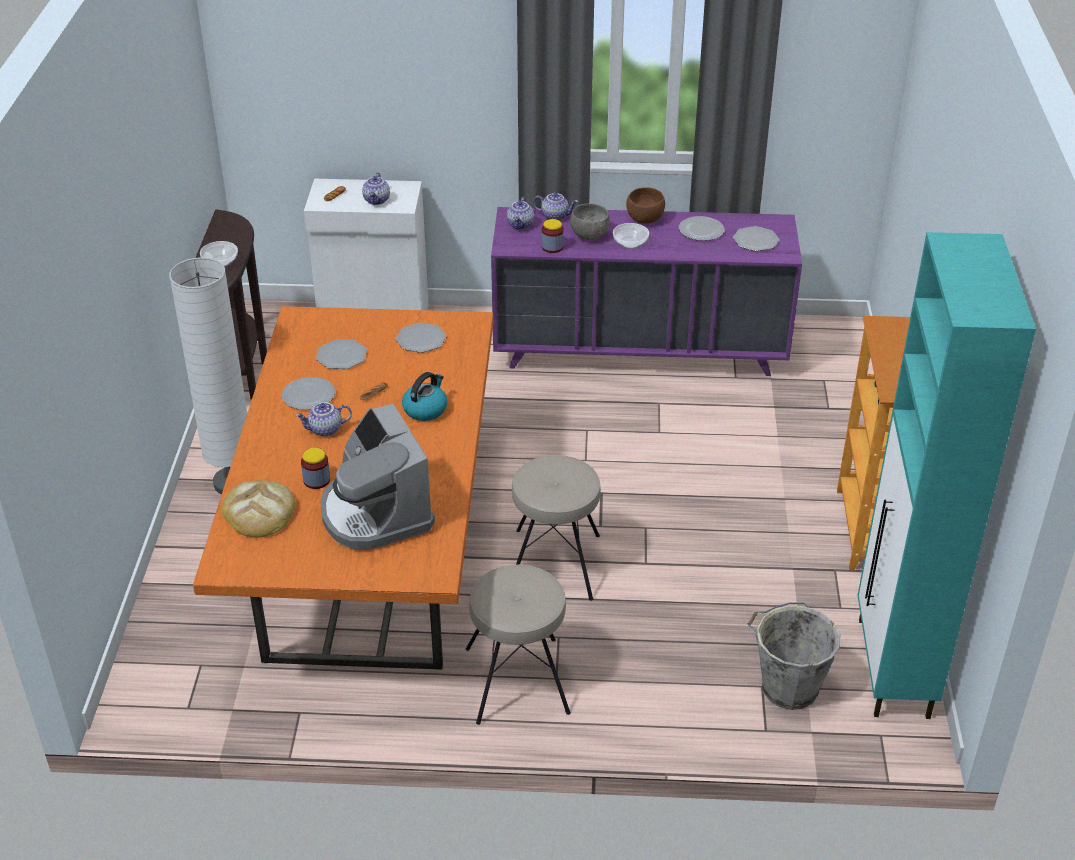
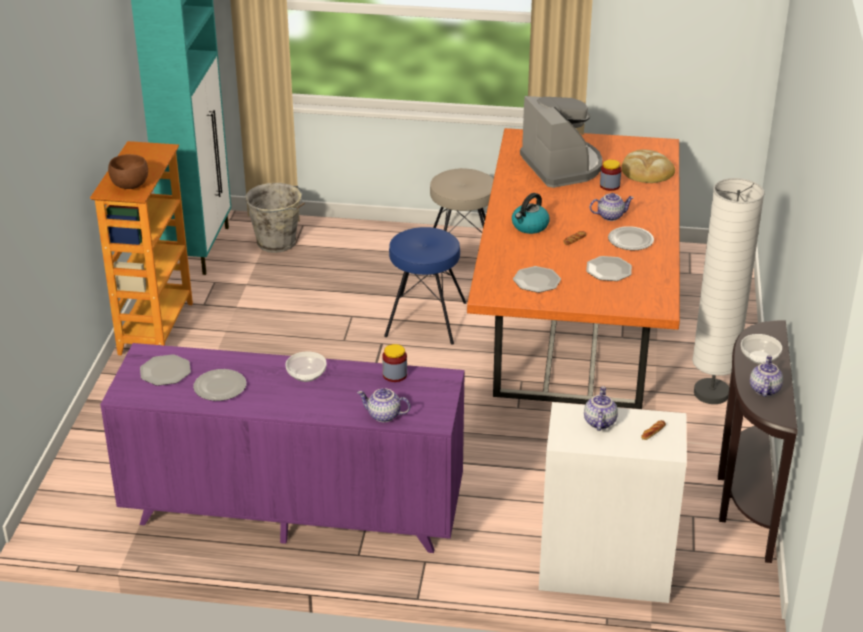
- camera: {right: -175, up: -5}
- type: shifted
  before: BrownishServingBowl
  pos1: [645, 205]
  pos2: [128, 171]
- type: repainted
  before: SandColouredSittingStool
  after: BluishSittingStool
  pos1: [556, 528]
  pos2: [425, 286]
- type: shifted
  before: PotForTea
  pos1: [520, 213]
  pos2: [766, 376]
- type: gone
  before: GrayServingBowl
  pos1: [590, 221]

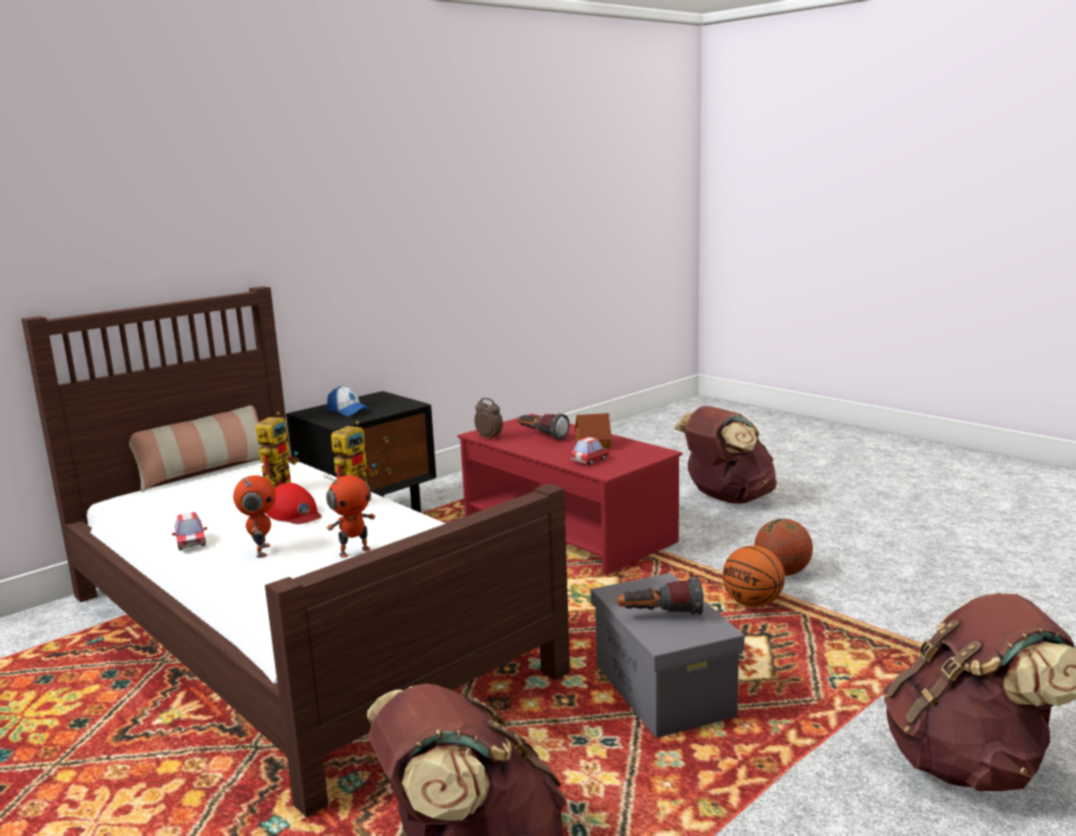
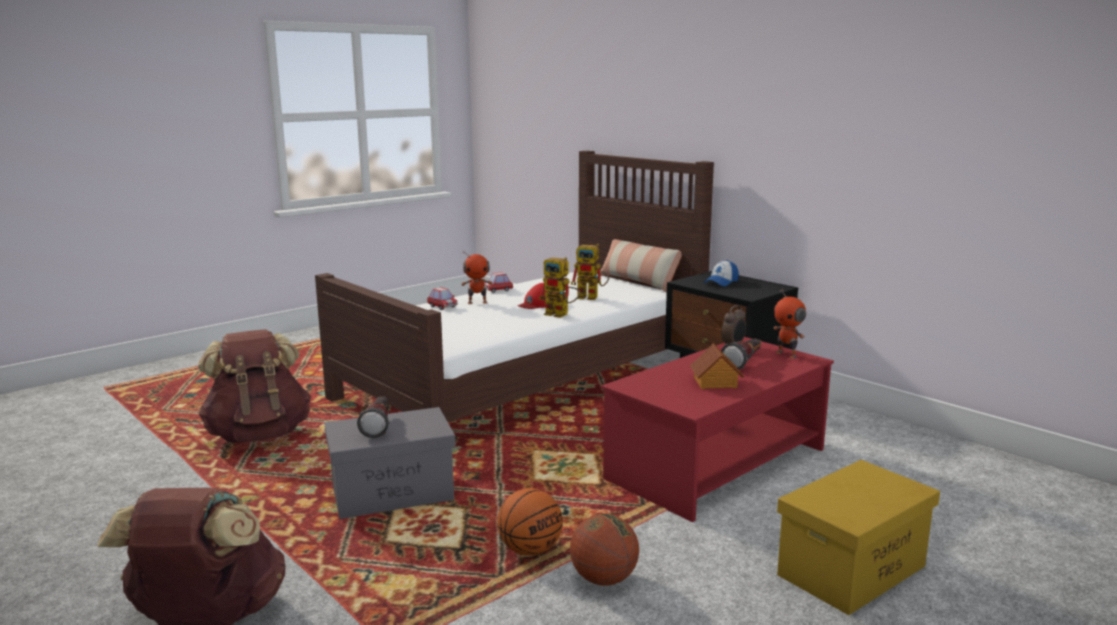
- camera: {right: 90, up: 0}
- type: shifted
  before: ToyCar
  pos1: [589, 451]
  pos2: [442, 298]
- type: shifted
  before: RobotFigure
  pos1: [349, 515]
  pos2: [789, 324]
- type: swapped
  before: BrownishBackpack
  after: YellowStorageBin
  pos1: [725, 455]
  pos2: [858, 537]

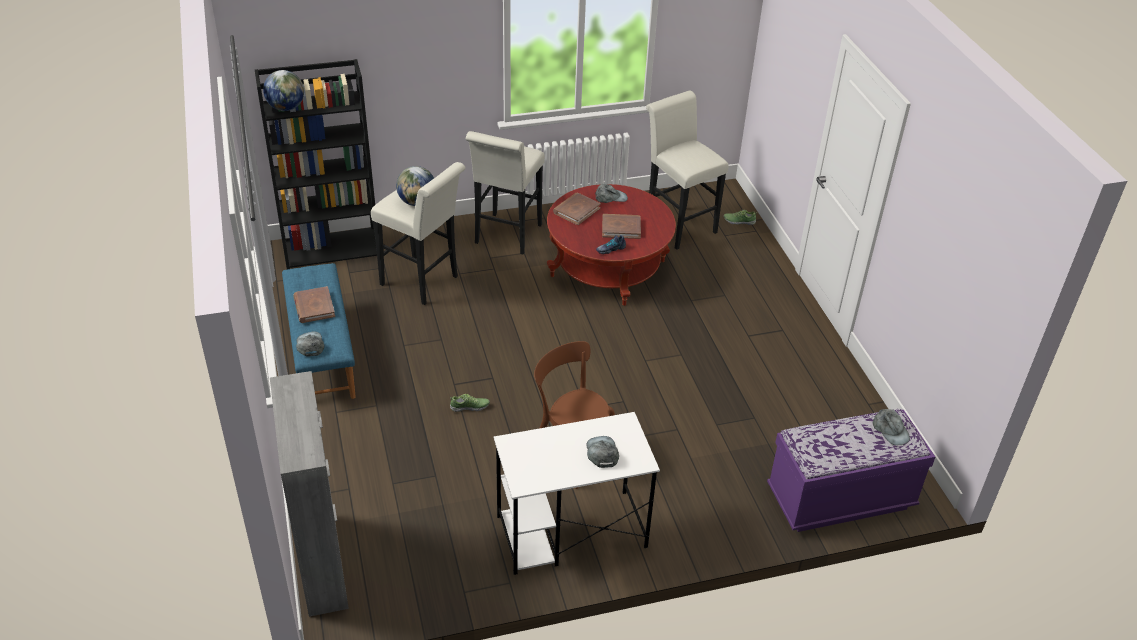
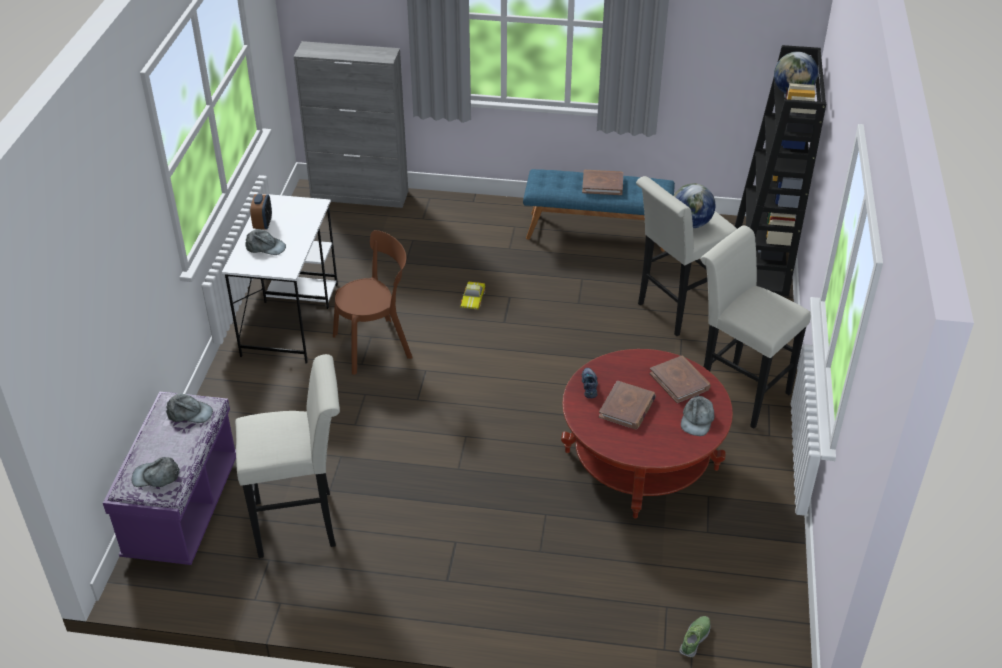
- camera: {right: 115, up: 0}
- type: shifted
  before: GrayCap
  pos1: [310, 344]
  pos2: [189, 408]
- type: shifted
  before: WhiteSittingStool
  pos1: [687, 170]
  pos2: [287, 456]
- type: new
  after: BedsideClock
  pos2: [261, 212]
- type: swapped
  before: Shoe
  after: ToyCar
  pos1: [470, 403]
  pos2: [472, 295]

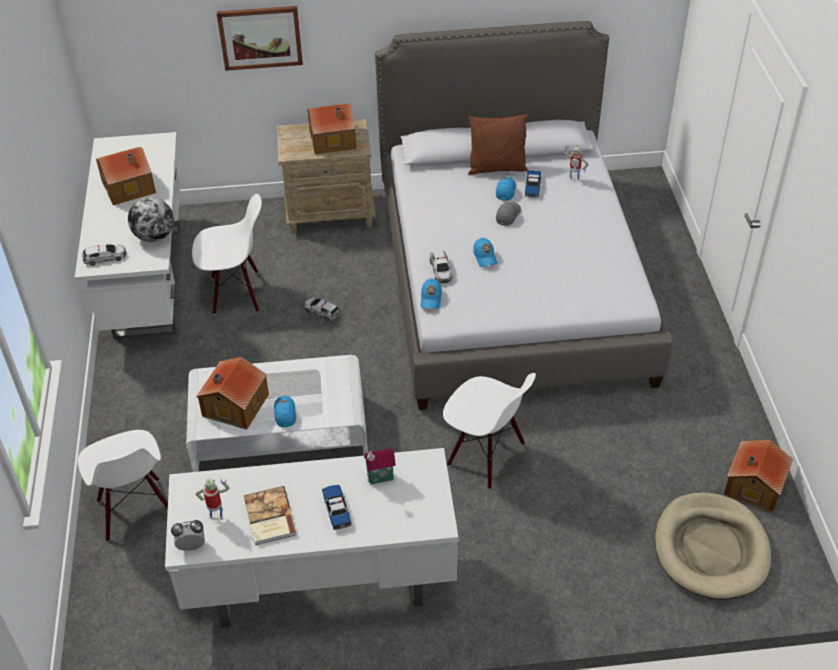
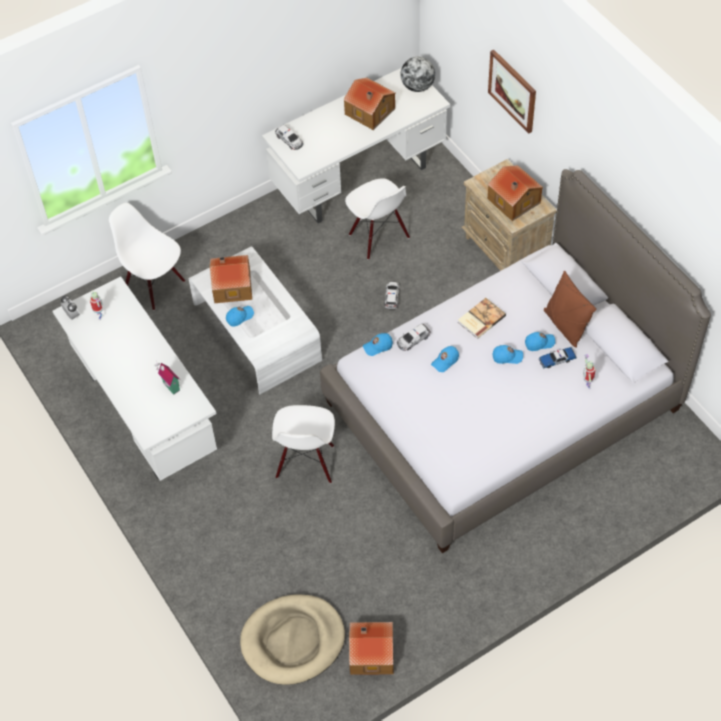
- camera: {right: 65, up: 10}
- type: rotated
  before: WhiteUprightChair
  pos1: [123, 486]
  pos2: [147, 256]
  turn: 90
- type: shifted
  before: DeskGlobe
  pos1: [151, 219]
  pos2: [418, 74]
- type: shifted
  before: BoundBook
  pos1: [270, 515]
  pos2: [482, 318]
- type: repainted
  before: GrayCap
  after: BluishCap
  pos1: [508, 214]
  pos2: [507, 354]
- type: gone
  before: ToyCar
  pos1: [337, 507]

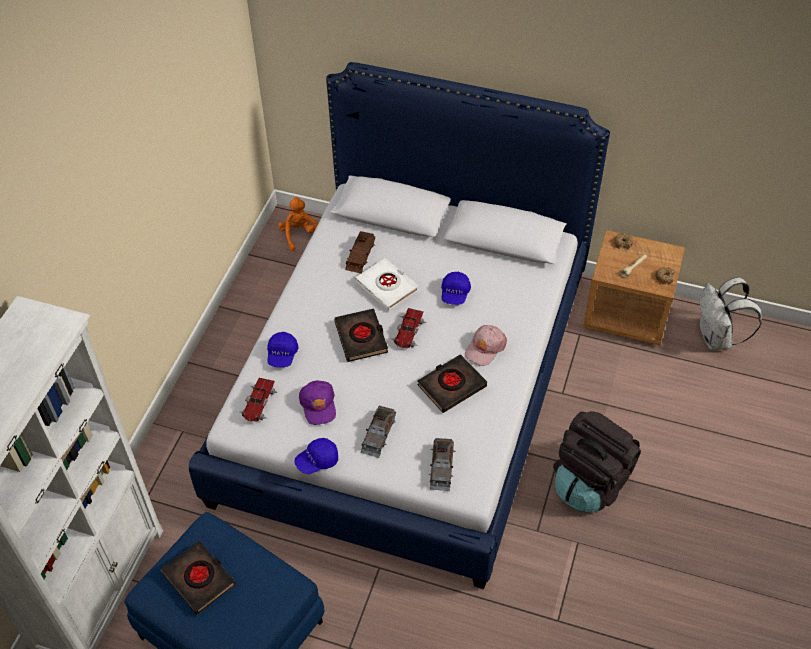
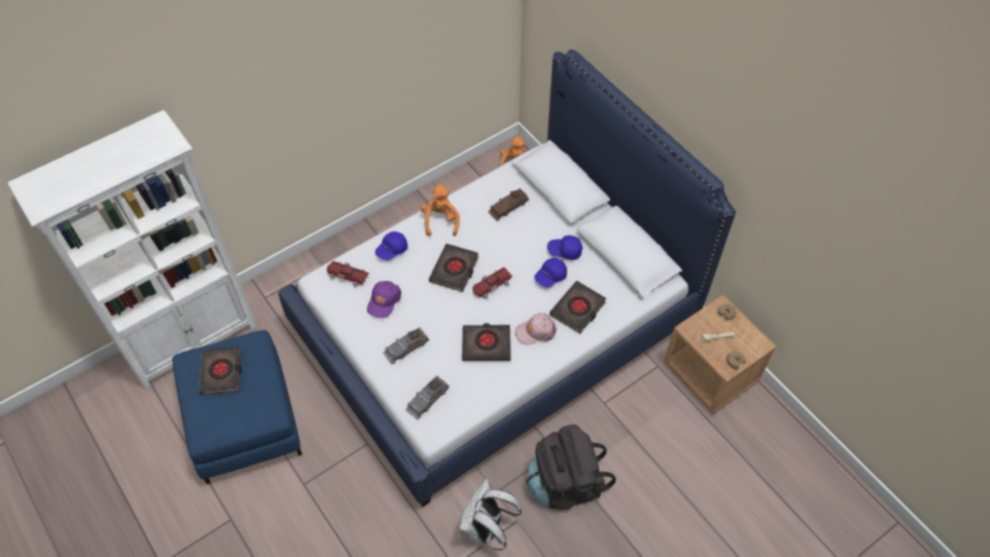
- camera: {right: 35, up: 5}
- type: rotated
  before: ToyCar
  pos1: [259, 400]
  pos2: [348, 274]
  turn: 60
- type: new
  after: OrangeColouredCuddlyToy
  pos2: [440, 210]
- type: shifted
  before: WhiteBackpack
  pos1: [730, 313]
  pos2: [490, 514]
- type: shifted
  before: BluishCap
  pos1: [316, 456]
  pos2: [565, 247]
- type: new
  after: BlackishBoundBook
  pos2: [578, 307]
- type: gone
  before: WhiteBoundBook
  pos1: [387, 284]

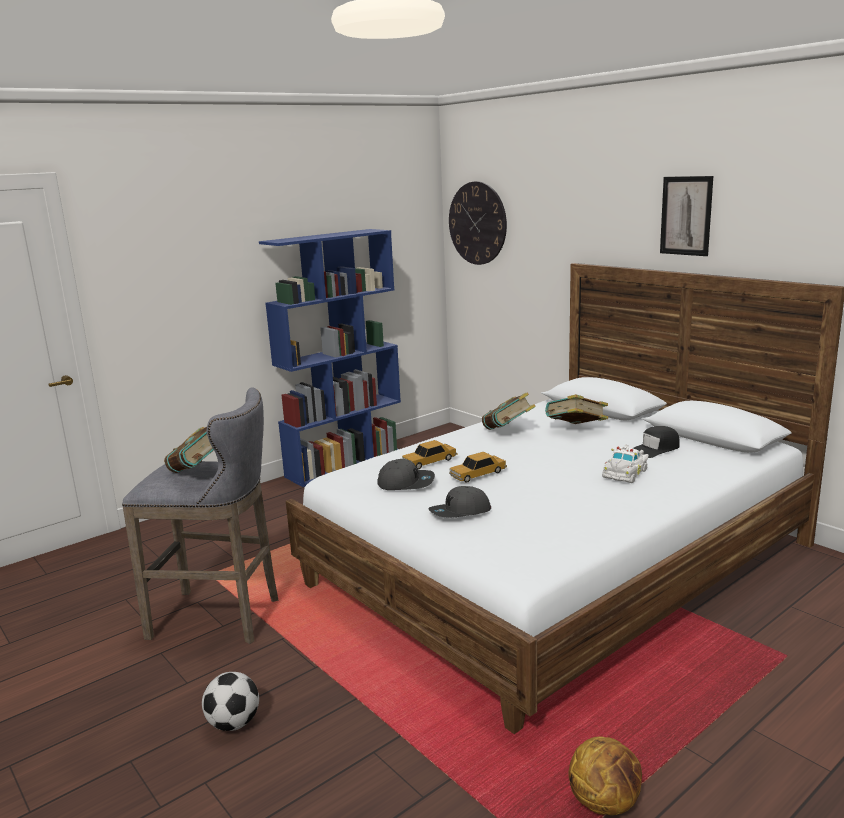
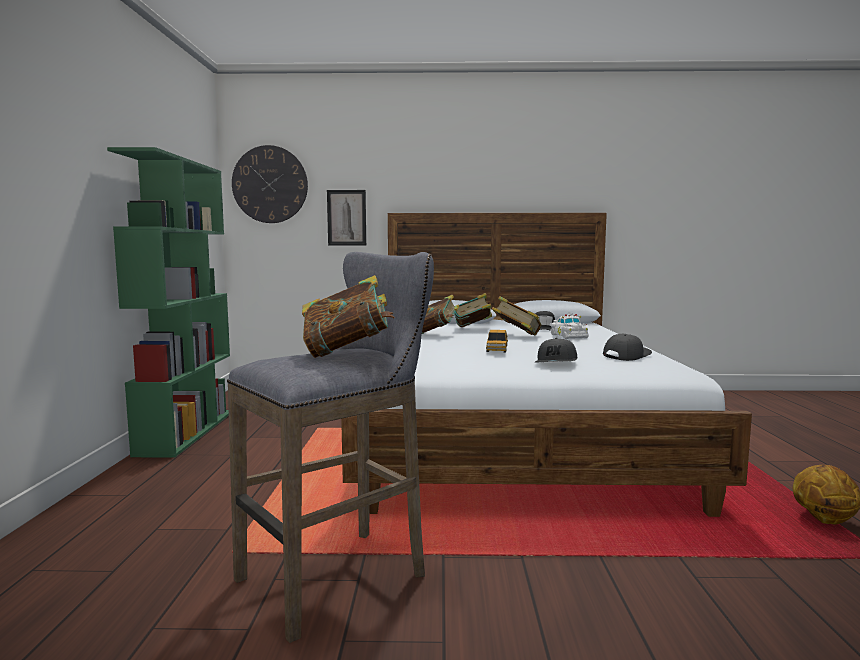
- camera: {right: -50, up: -10}
- type: repainted
  before: BluishBookshelf
  after: GreenBookshelf
  pos1: [330, 358]
  pos2: [168, 302]
- type: shifted
  before: WallArt
  pos1: [686, 216]
  pos2: [346, 218]
- type: new
  after: BoundBook
  pos2: [516, 316]
- type: shifted
  before: GrayCap
  pos1: [406, 474]
  pos2: [627, 347]
- type: gone
  before: Football
  pos1: [230, 701]
- type: gone
  before: ToyCar
  pos1: [429, 455]

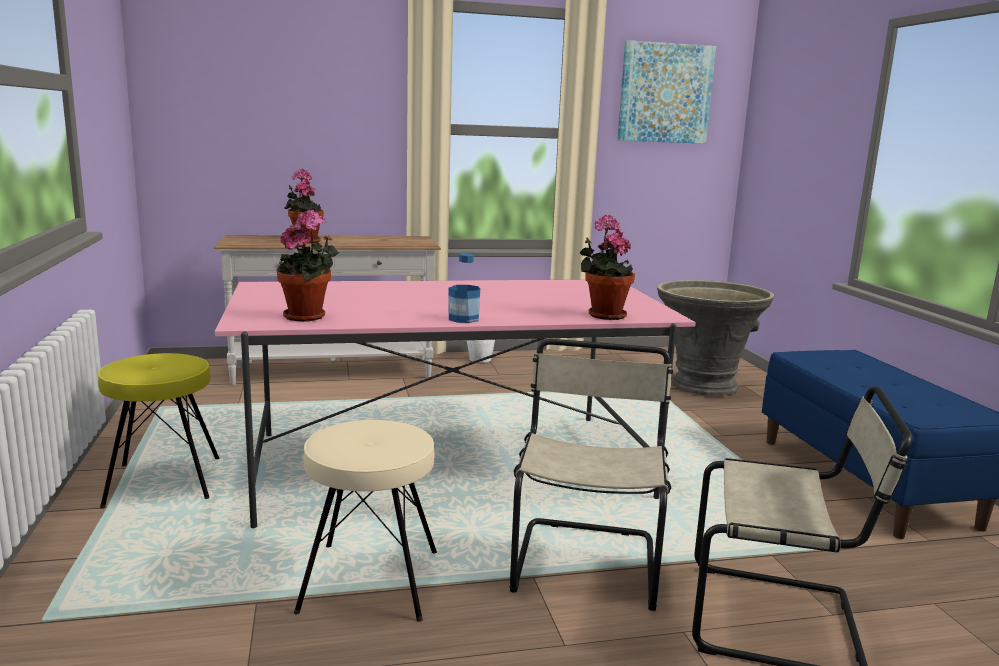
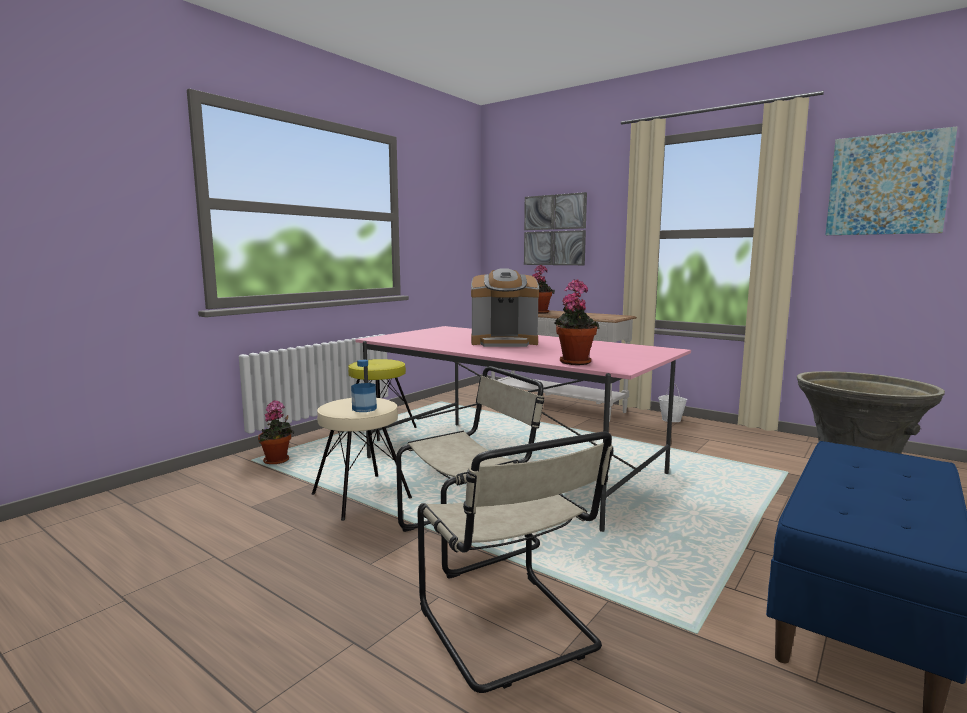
- camera: {right: 50, up: -5}
- type: shifted
  before: PottedPlant
  pos1: [307, 265]
  pos2: [276, 432]
- type: shifted
  before: BeverageBottle
  pos1: [464, 288]
  pos2: [364, 386]
- type: new
  after: CoffeeBrewer
  pos2: [505, 307]
- type: new
  after: WallArt
  pos2: [555, 228]

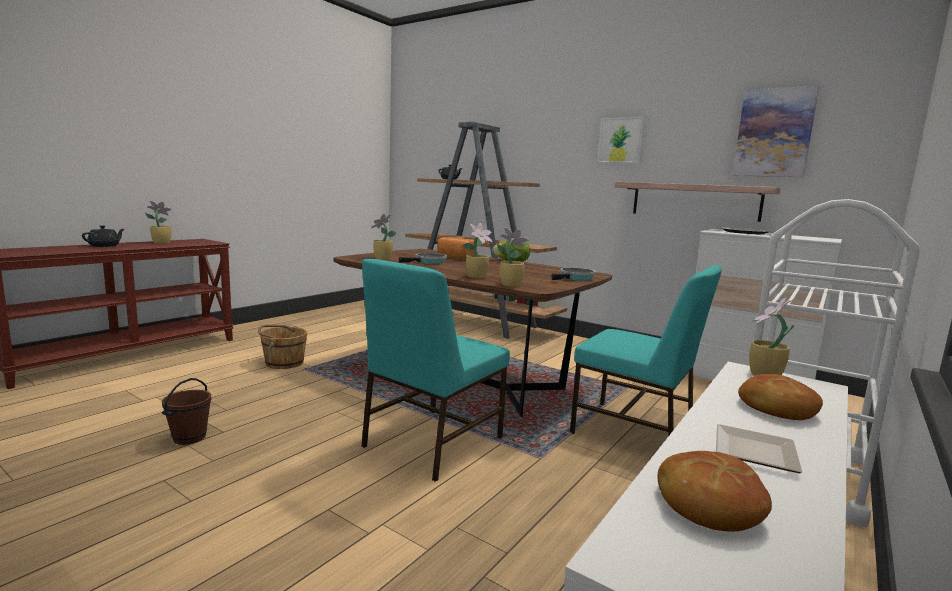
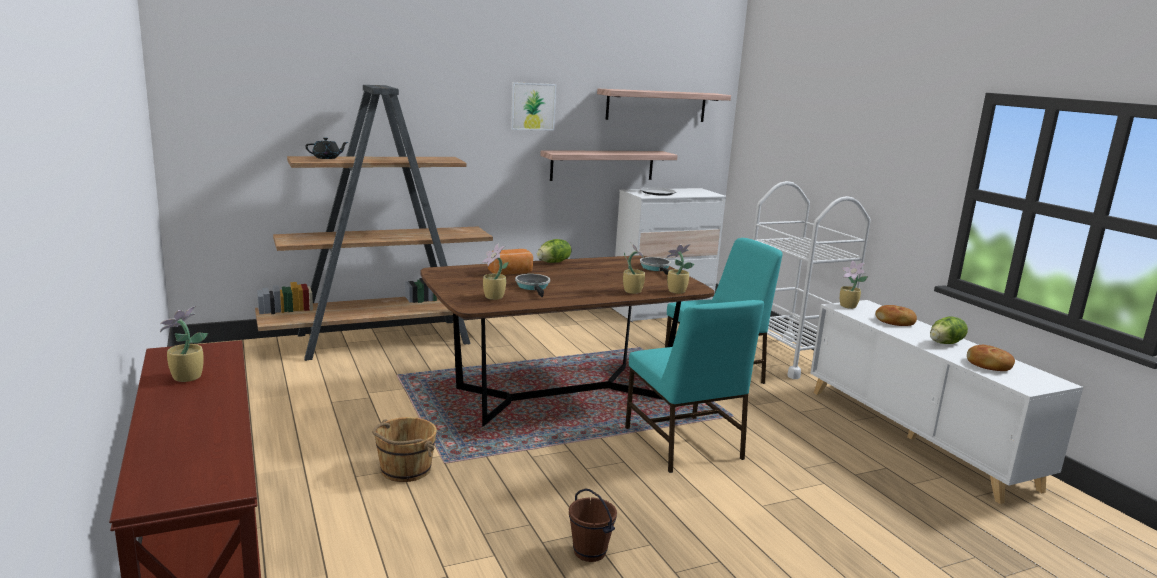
- camera: {right: -60, up: 5}
- type: swapped
  before: WallArt
  after: BracketShelf
  pos1: [776, 131]
  pos2: [664, 105]
- type: swapped
  before: DinnerPlate
  after: Lettuce
  pos1: [759, 448]
  pos2: [949, 330]
- type: gone
  before: BlackishPotForTea
  pos1: [103, 236]

